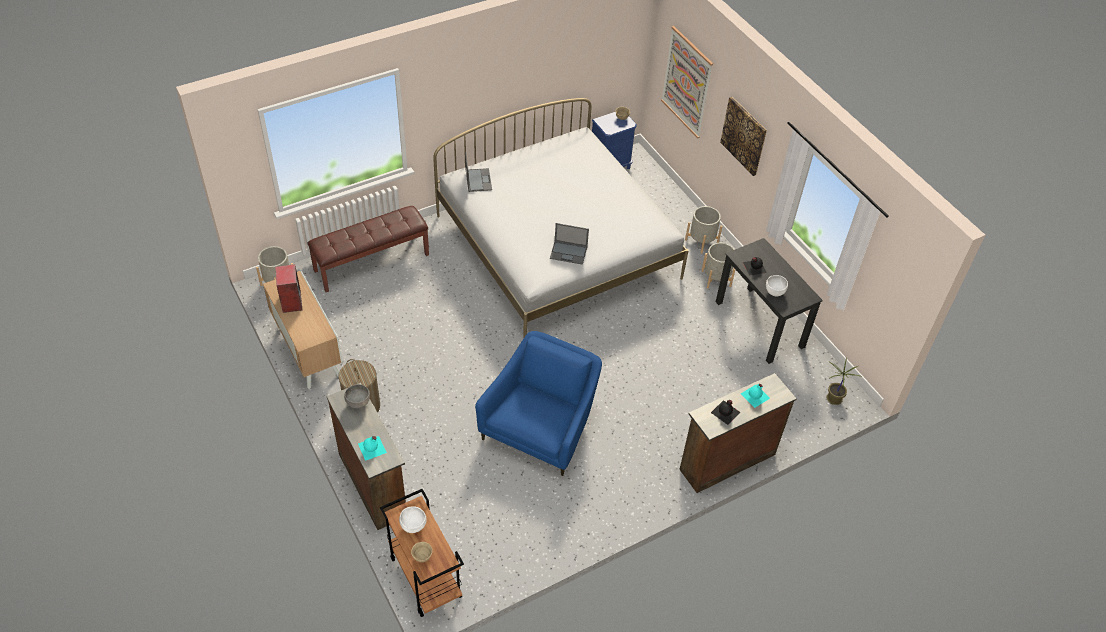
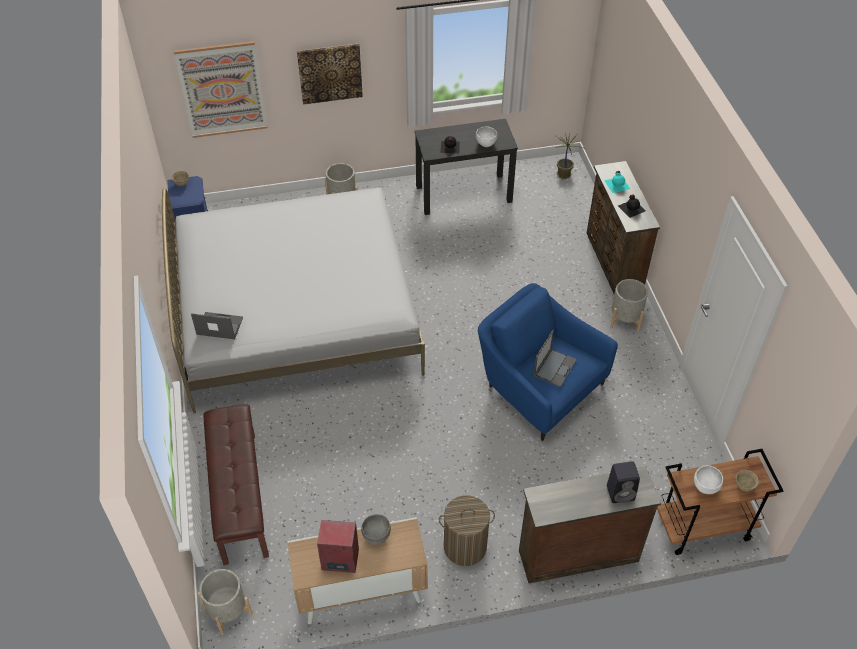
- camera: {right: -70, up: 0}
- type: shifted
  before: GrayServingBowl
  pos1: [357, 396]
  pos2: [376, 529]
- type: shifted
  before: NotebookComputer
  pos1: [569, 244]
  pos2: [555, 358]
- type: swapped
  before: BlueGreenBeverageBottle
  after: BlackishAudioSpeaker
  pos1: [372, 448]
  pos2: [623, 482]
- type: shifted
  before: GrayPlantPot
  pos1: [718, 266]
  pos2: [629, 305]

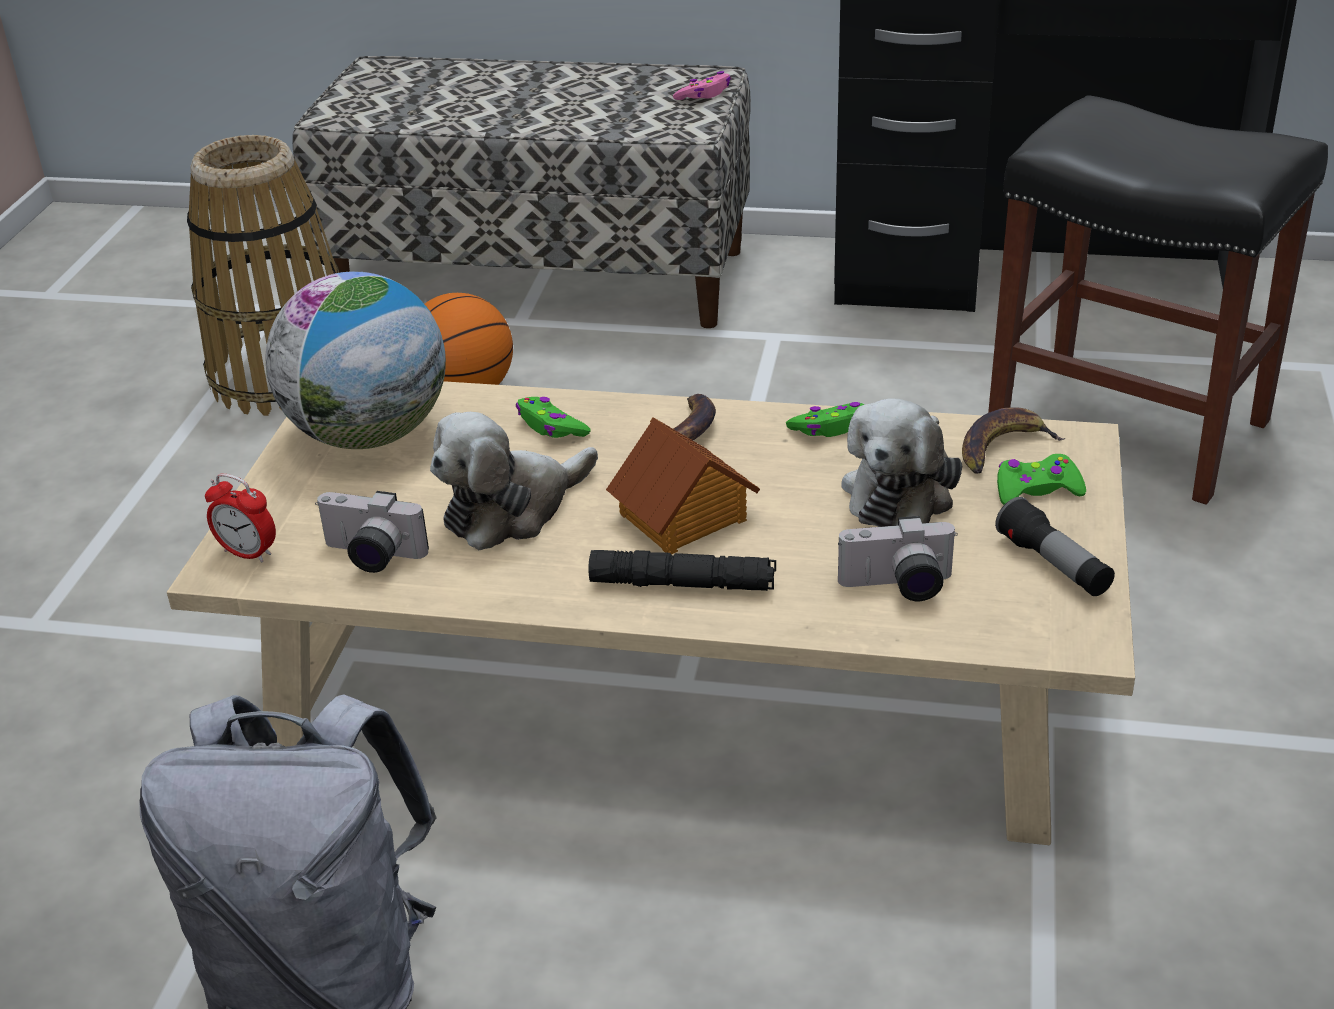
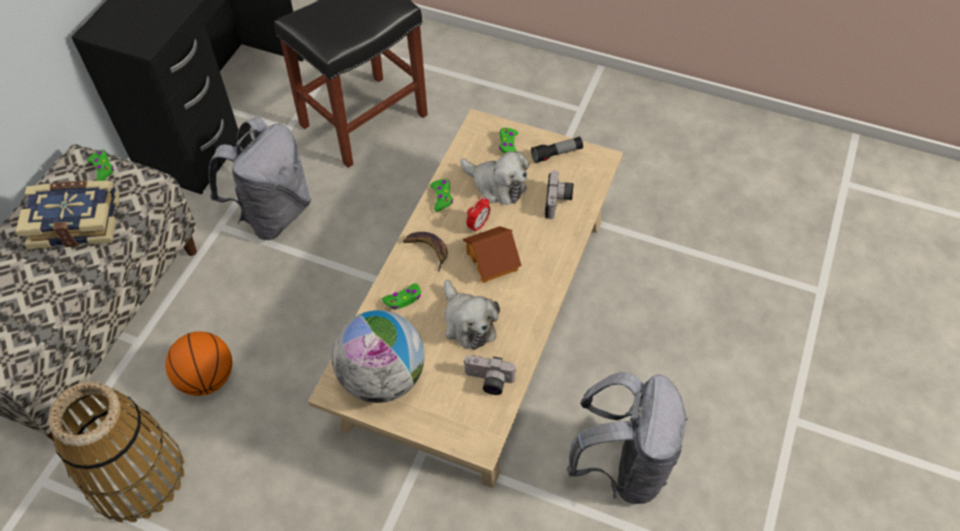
- camera: {right: -80, up: 20}
- type: new
  after: BoundBook
  pos2: [67, 215]
- type: repainted
  before: PinkishGamepad
  after: GreenGamepad
  pos1: [702, 85]
  pos2: [100, 165]
- type: new
  after: GrayBackpack
  pos2: [260, 178]
- type: rotated
  before: StillCamera
  pos1: [372, 532]
  pos2: [489, 375]
  turn: 75
- type: shifted
  before: BedsideClock
  pos1: [240, 517]
  pos2: [478, 215]
- type: gone
  before: BlackishTorch
  pos1: [682, 570]
- type: gone
  before: Banana
  pos1: [1014, 440]

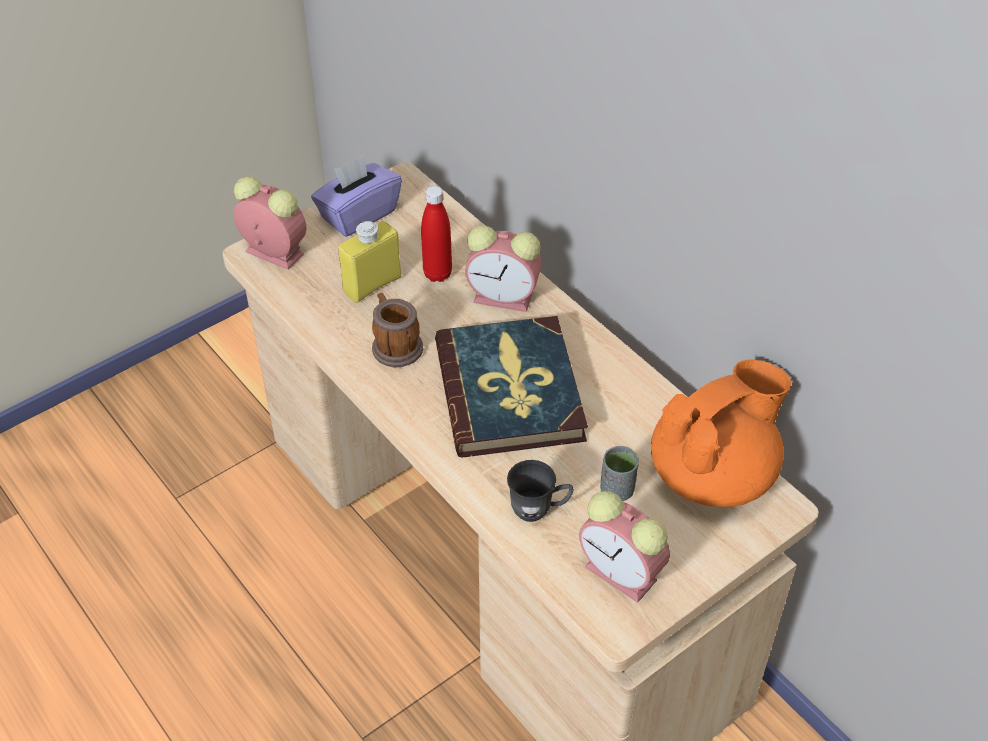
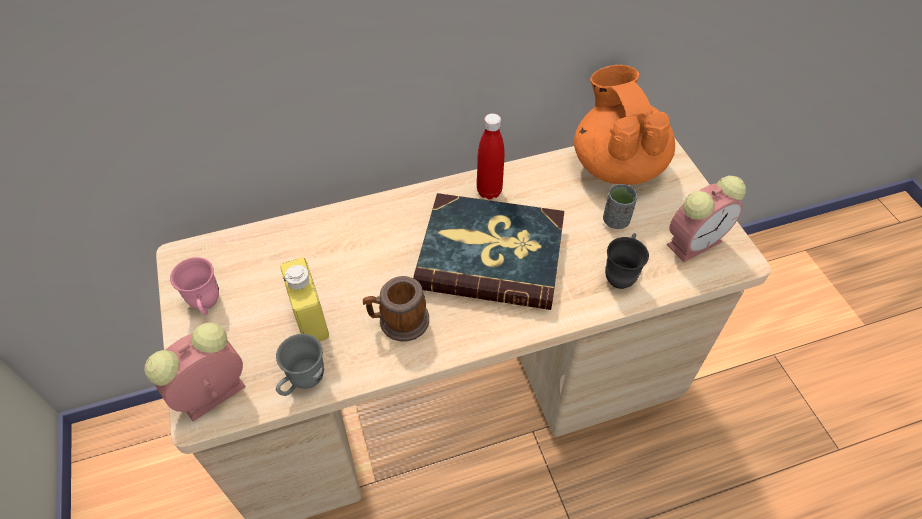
- camera: {right: -70, up: 5}
- type: swapped
  before: PurpleColouredTissueHolder
  after: PinkishTeaMug
  pos1: [356, 196]
  pos2: [194, 286]
- type: new
  after: GrayTeaMug
  pos2: [300, 365]
- type: shifted
  before: ReddishBeverageBottle
  pos1: [436, 234]
  pos2: [491, 156]
- type: gone
  before: BedsideClock
  pos1: [503, 268]

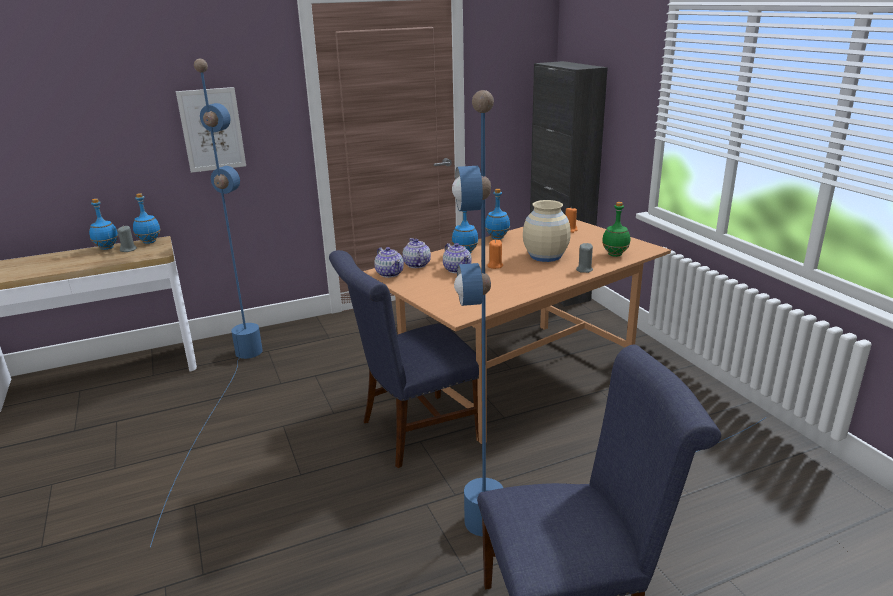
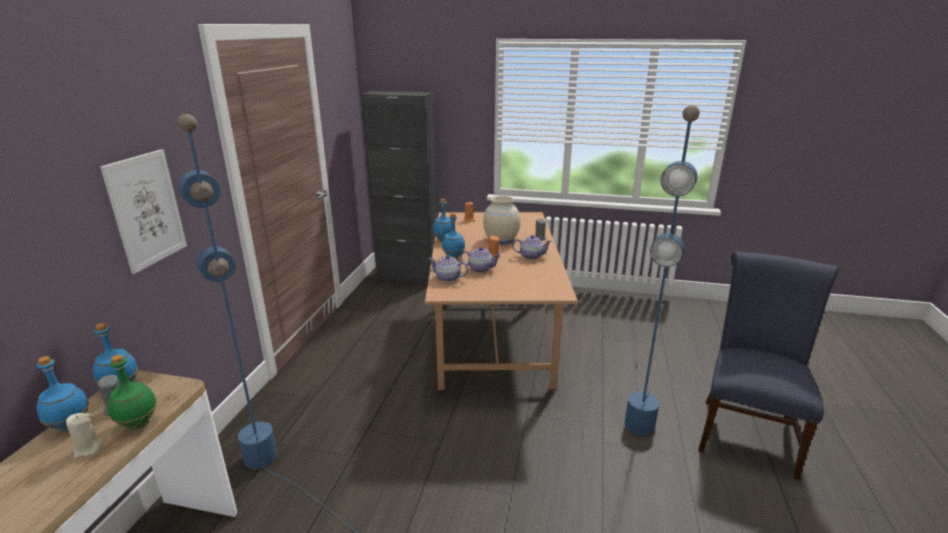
- camera: {right: -55, up: 0}
- type: new
  after: SandColouredWaxCandle
  pos2: [84, 435]
- type: shifted
  before: GreenBeverageBottle
  pos1: [616, 229]
  pos2: [132, 392]
- type: shifted
  before: PotForTea
  pos1: [389, 262]
  pos2: [532, 247]
- type: gone
  before: BluishUprightChair
  pos1: [404, 359]

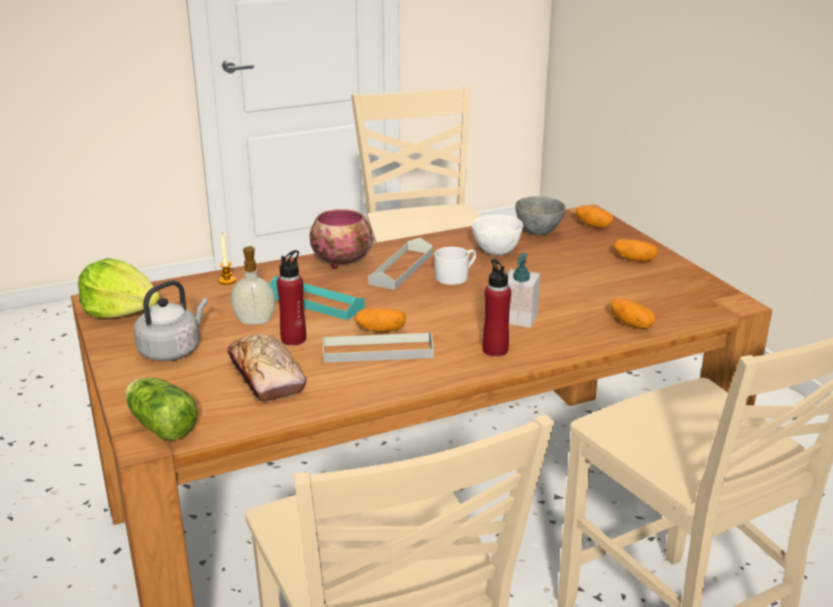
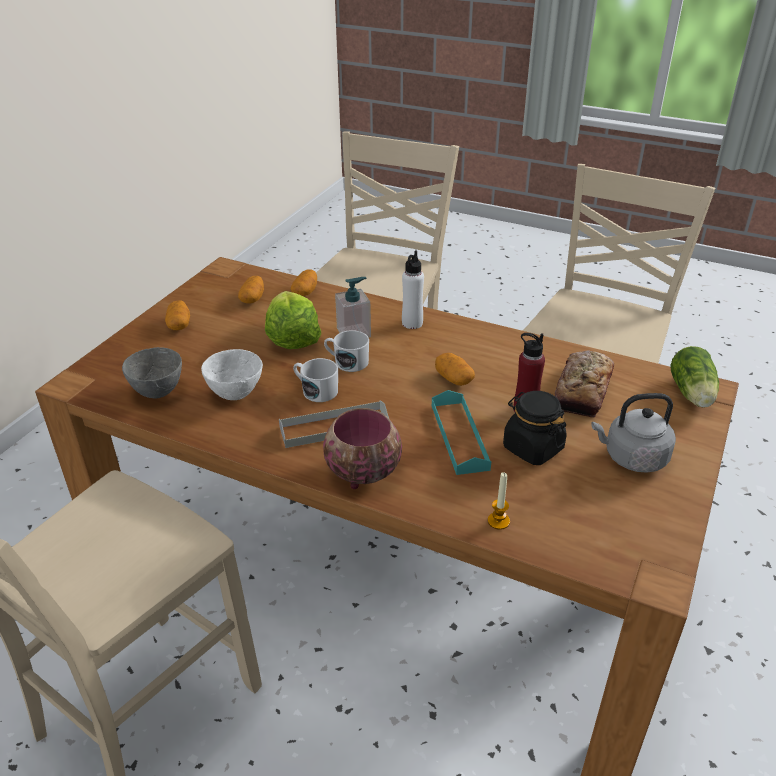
- camera: {right: -130, up: 10}
- type: shifted
  before: Potato
  pos1: [594, 216]
  pos2: [251, 289]
- type: shifted
  before: Lettuce
  pos1: [119, 288]
  pos2: [293, 320]
- type: new
  after: WhiteTeaMug
  pos2: [346, 351]
- type: repainted
  before: ReddishBeverageBottle
  after: WhiteBeverageBottle
  pos1: [497, 308]
  pos2: [413, 289]
- type: swapped
  before: SoapDispenser
  after: BlackishJar
  pos1: [253, 285]
  pos2: [535, 428]
- type: gone
  before: GrayTray
  pos1: [378, 347]

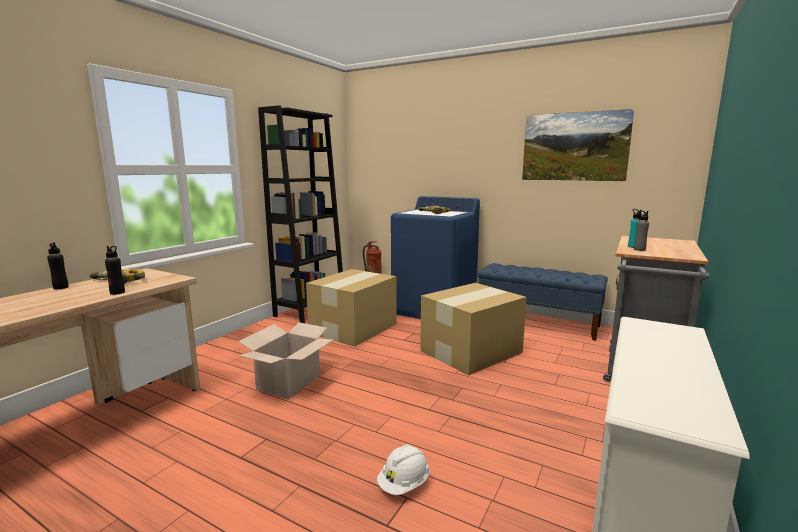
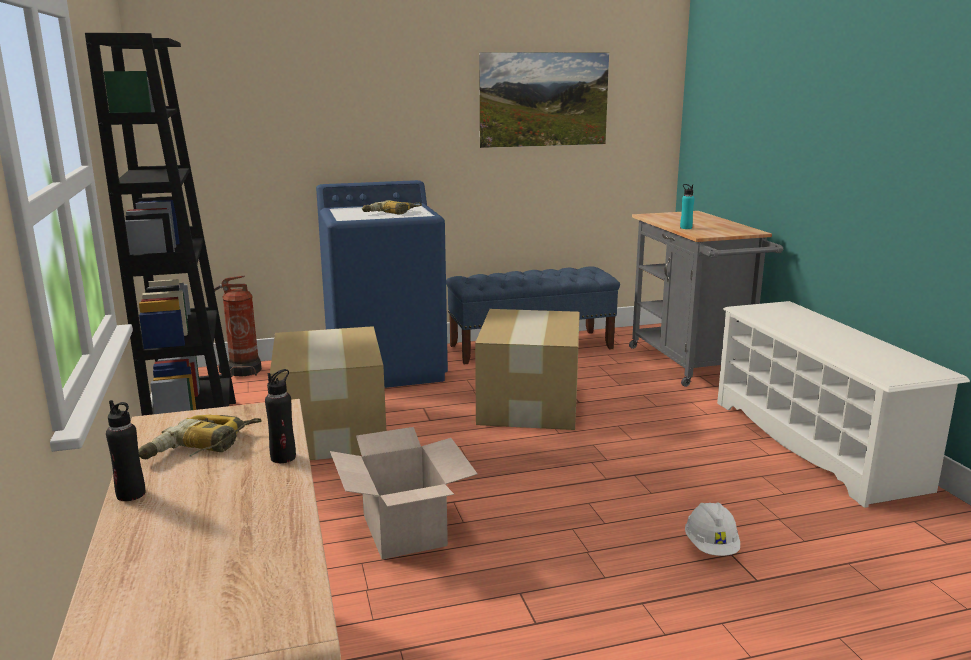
- camera: {right: -45, up: 5}
- type: gone
  before: GrayBeverageBottle
  pos1: [641, 231]

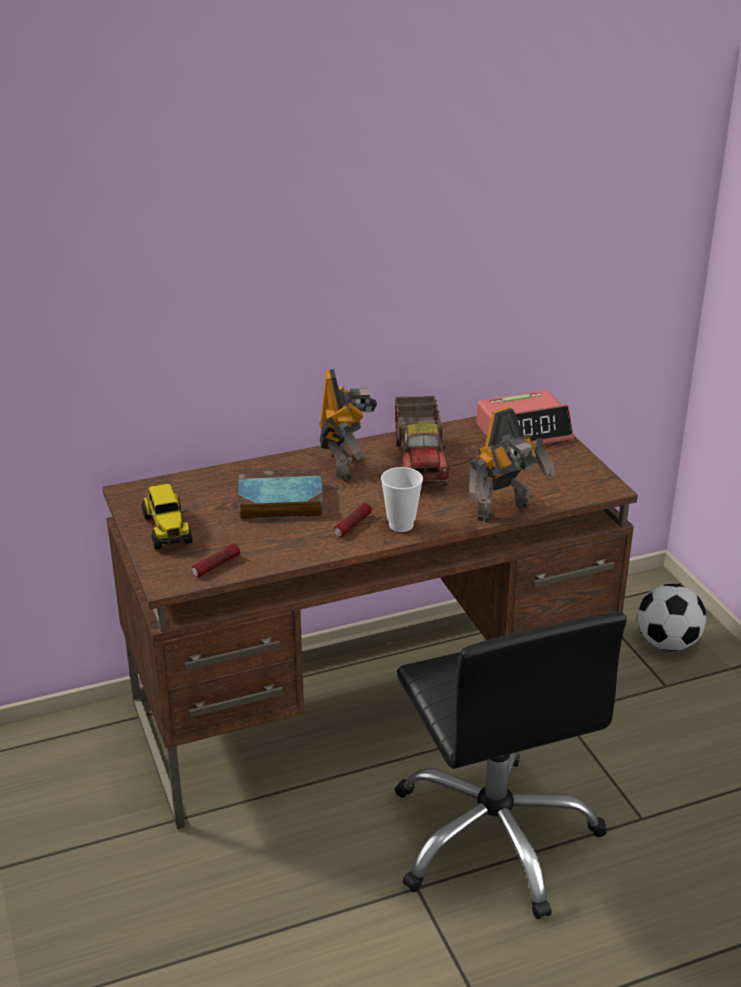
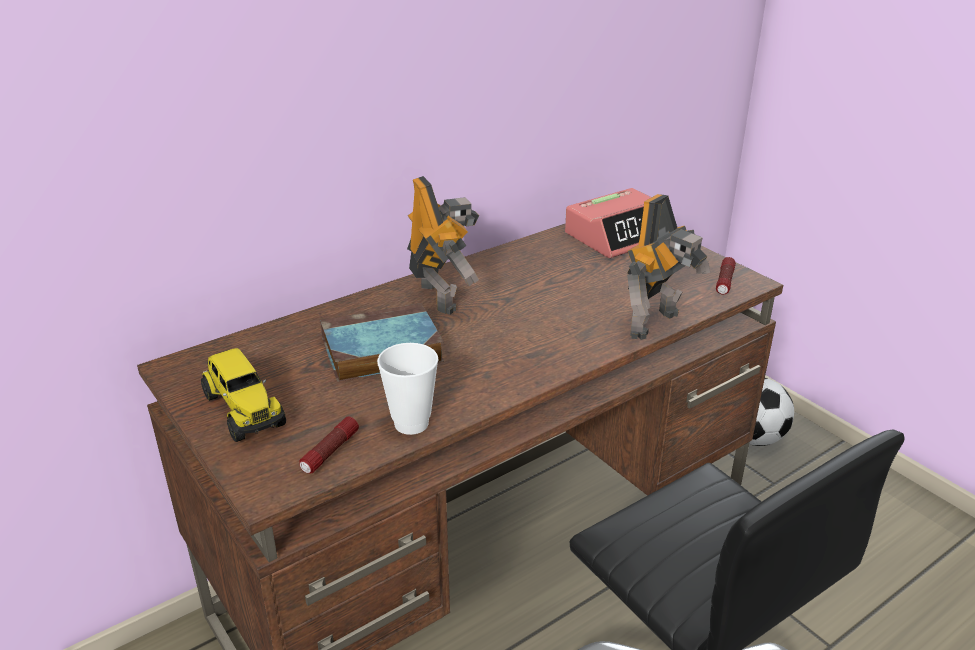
- camera: {right: -15, up: 0}
- type: shifted
  before: Cup
  pos1: [402, 499]
  pos2: [407, 389]
- type: shifted
  before: Torch
  pos1: [353, 520]
  pos2: [726, 276]
- type: gone
  before: ModelTruck
  pos1: [422, 441]

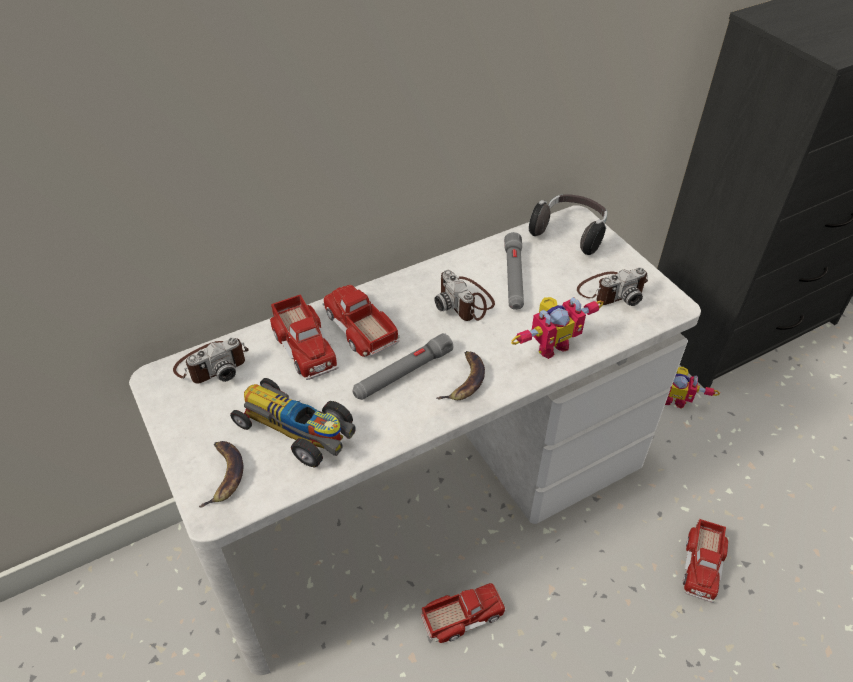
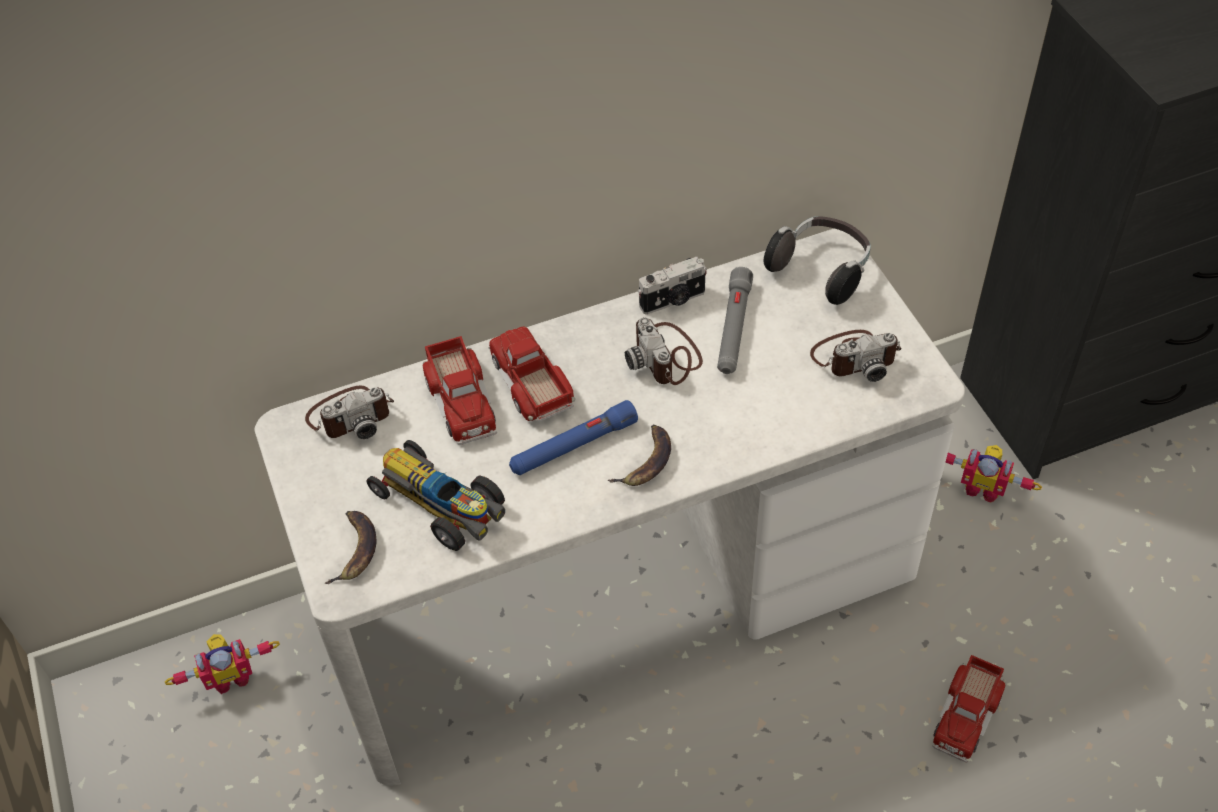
- camera: {right: 10, up: 5}
- type: shifted
  before: RobotFigure
  pos1: [557, 328]
  pos2: [222, 664]
- type: repainted
  before: GrayTorch
  after: BluishTorch
  pos1: [402, 366]
  pos2: [573, 437]
- type: new
  after: StillCamera
  pos2: [672, 286]
- type: gone
  before: ModelTruck
  pos1: [464, 613]

